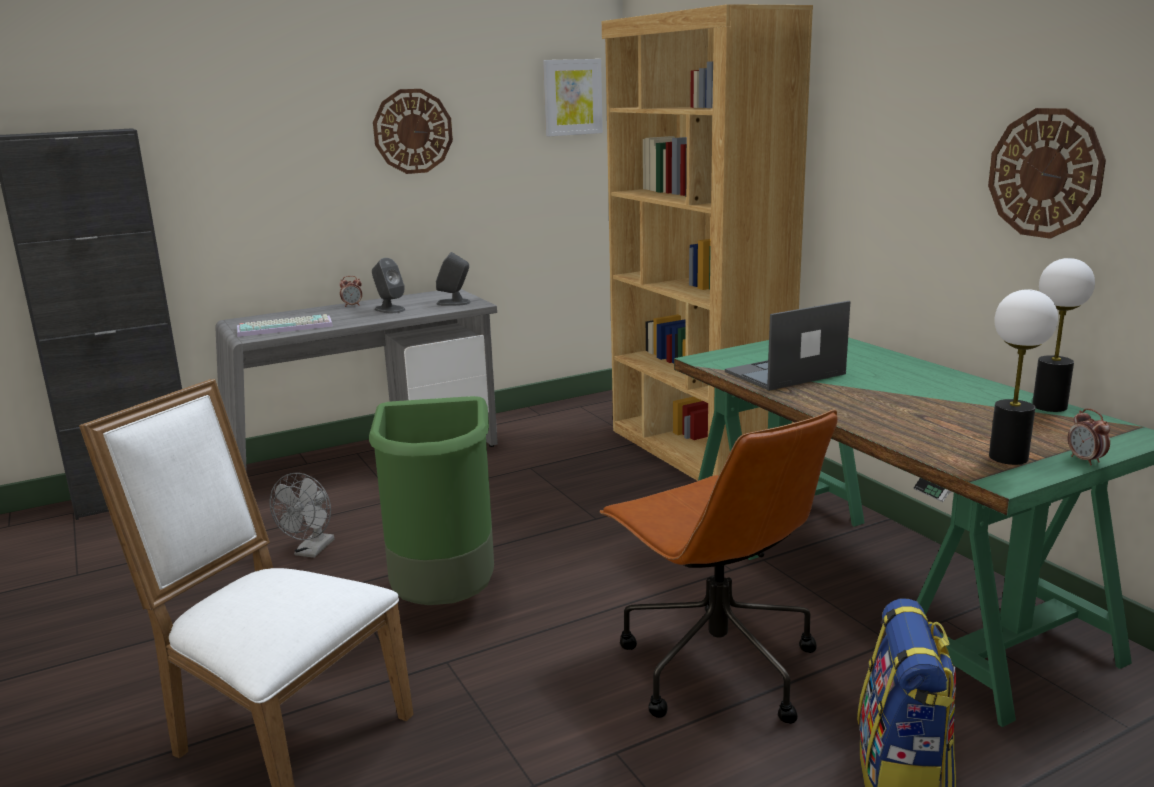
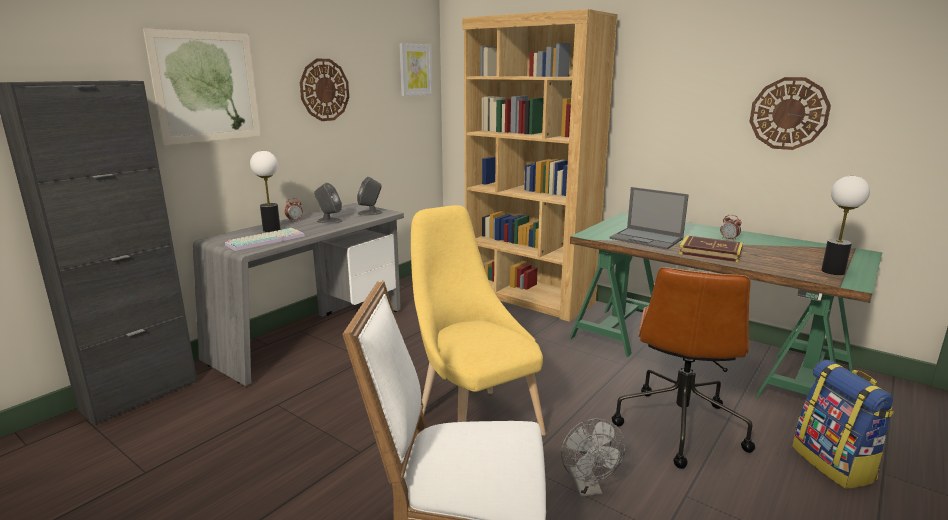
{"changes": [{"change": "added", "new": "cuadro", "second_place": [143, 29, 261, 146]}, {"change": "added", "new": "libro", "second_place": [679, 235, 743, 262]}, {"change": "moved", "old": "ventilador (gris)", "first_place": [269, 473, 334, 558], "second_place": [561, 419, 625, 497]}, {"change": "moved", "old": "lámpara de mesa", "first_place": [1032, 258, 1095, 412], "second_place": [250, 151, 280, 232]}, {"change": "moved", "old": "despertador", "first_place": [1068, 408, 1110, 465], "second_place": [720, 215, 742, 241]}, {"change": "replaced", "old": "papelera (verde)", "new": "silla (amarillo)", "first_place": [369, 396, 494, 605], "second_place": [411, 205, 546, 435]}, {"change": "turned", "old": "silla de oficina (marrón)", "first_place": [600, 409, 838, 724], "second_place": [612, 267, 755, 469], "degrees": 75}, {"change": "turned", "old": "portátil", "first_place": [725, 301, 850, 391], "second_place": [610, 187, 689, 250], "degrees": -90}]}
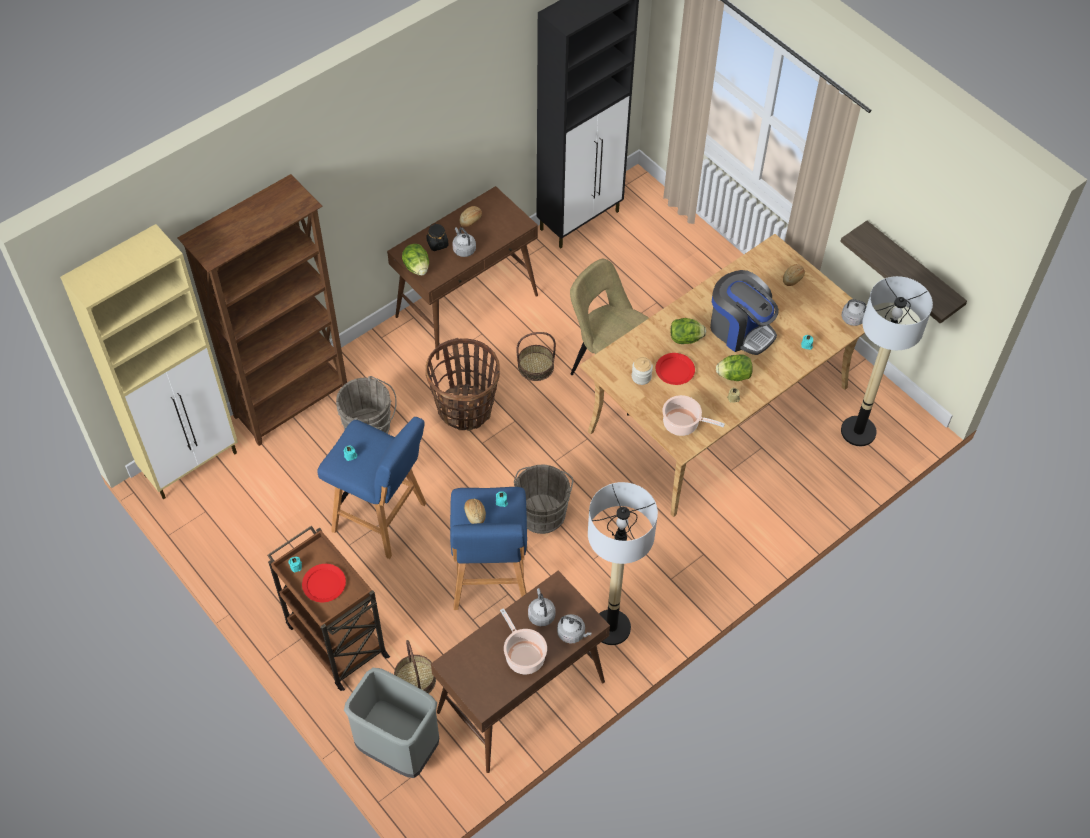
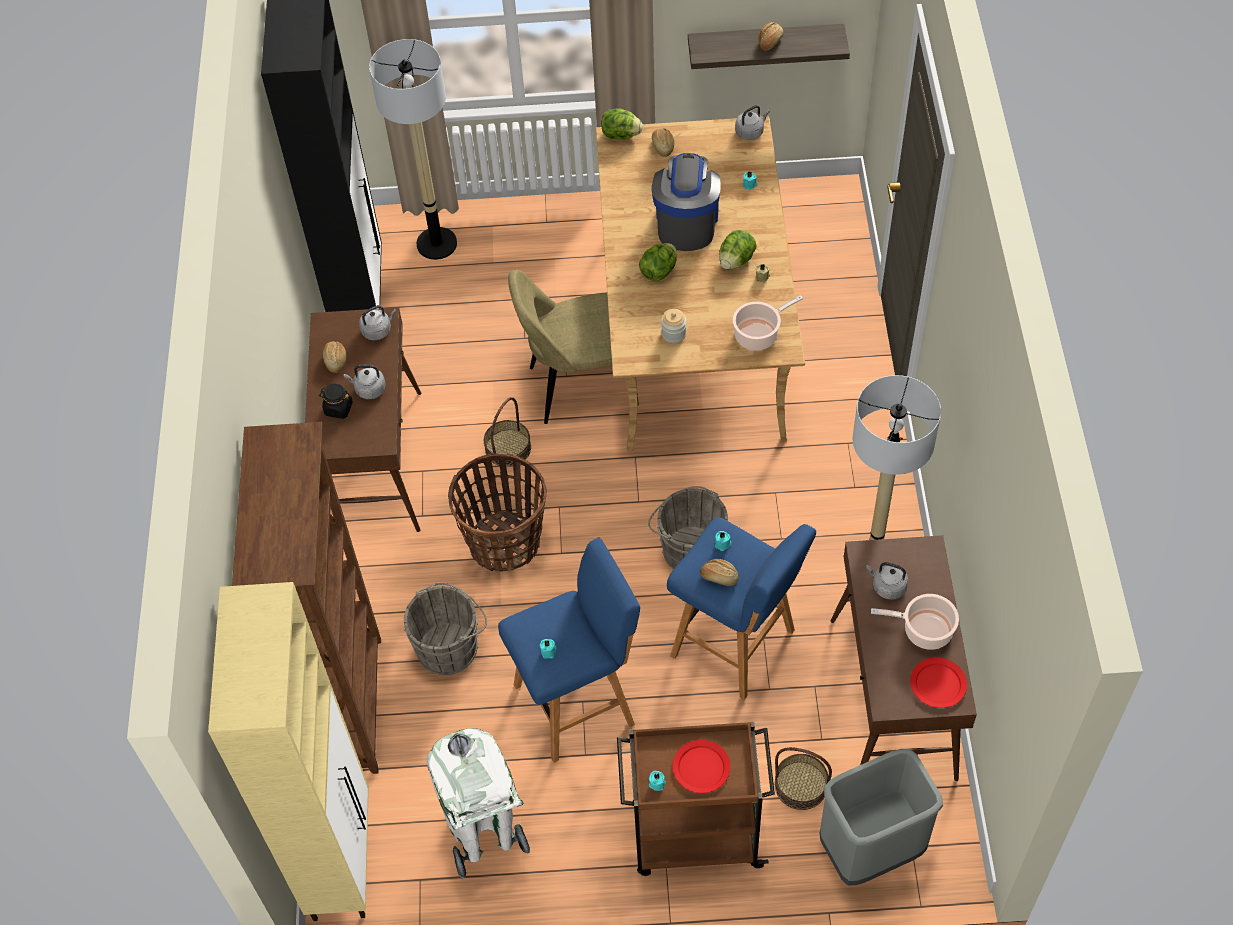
{"changes": [{"change": "added", "new": "papelera (blanco)", "second_place": [427, 728, 530, 879]}, {"change": "added", "new": "pan", "second_place": [758, 22, 784, 51]}, {"change": "moved", "old": "lechuga", "first_place": [402, 244, 429, 276], "second_place": [601, 109, 643, 140]}, {"change": "moved", "old": "hervidor (gris)", "first_place": [557, 614, 592, 644], "second_place": [359, 305, 397, 340]}, {"change": "moved", "old": "plato (rojo)", "first_place": [656, 353, 695, 385], "second_place": [910, 657, 967, 708]}, {"change": "moved", "old": "lámpara de pie", "first_place": [841, 276, 933, 446], "second_place": [369, 39, 457, 260]}, {"change": "turned", "old": "cafetera", "first_place": [710, 270, 779, 355], "second_place": [652, 153, 721, 251], "degrees": -75}]}
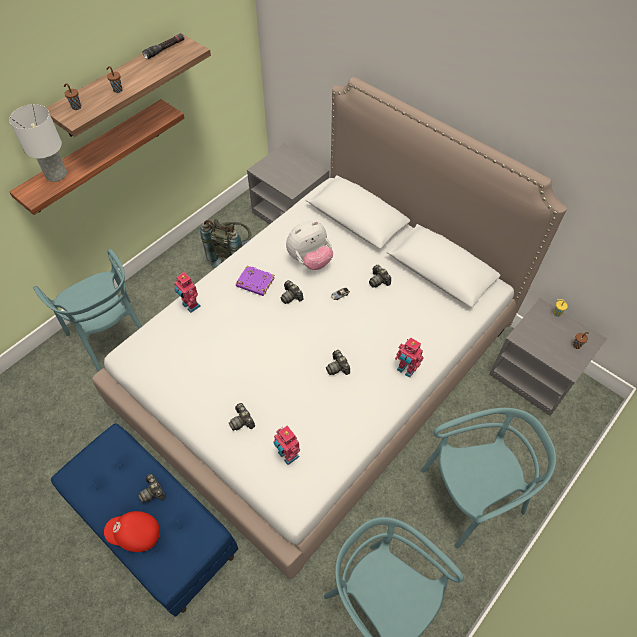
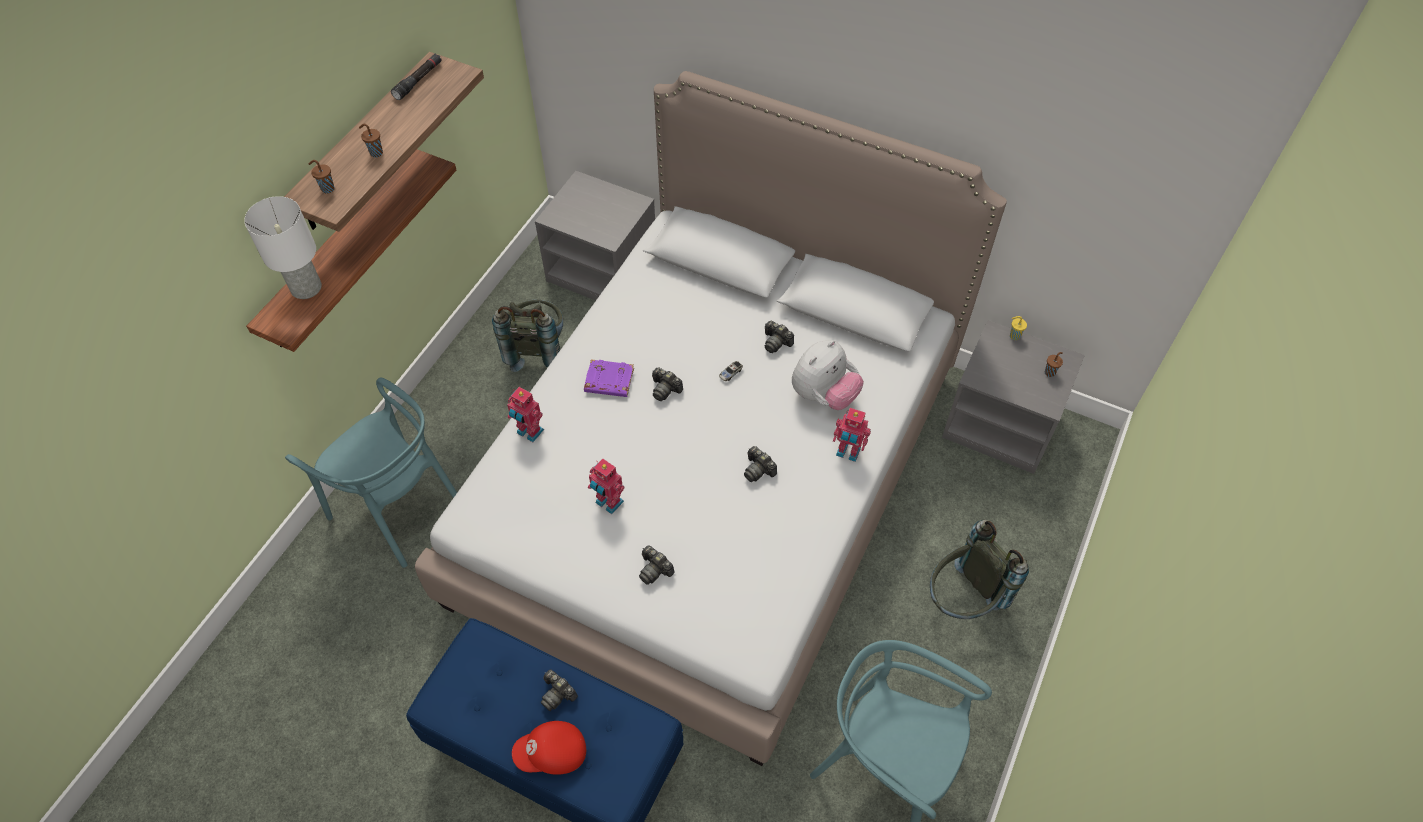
{"changes": [{"change": "moved", "old": "robot de juguete", "first_place": [273, 426, 300, 465], "second_place": [588, 458, 625, 514]}, {"change": "moved", "old": "peluche", "first_place": [286, 221, 333, 270], "second_place": [792, 340, 864, 410]}, {"change": "replaced", "old": "silla (turquesa)", "new": "mochila (gris)", "first_place": [421, 408, 556, 548], "second_place": [930, 520, 1029, 619]}]}
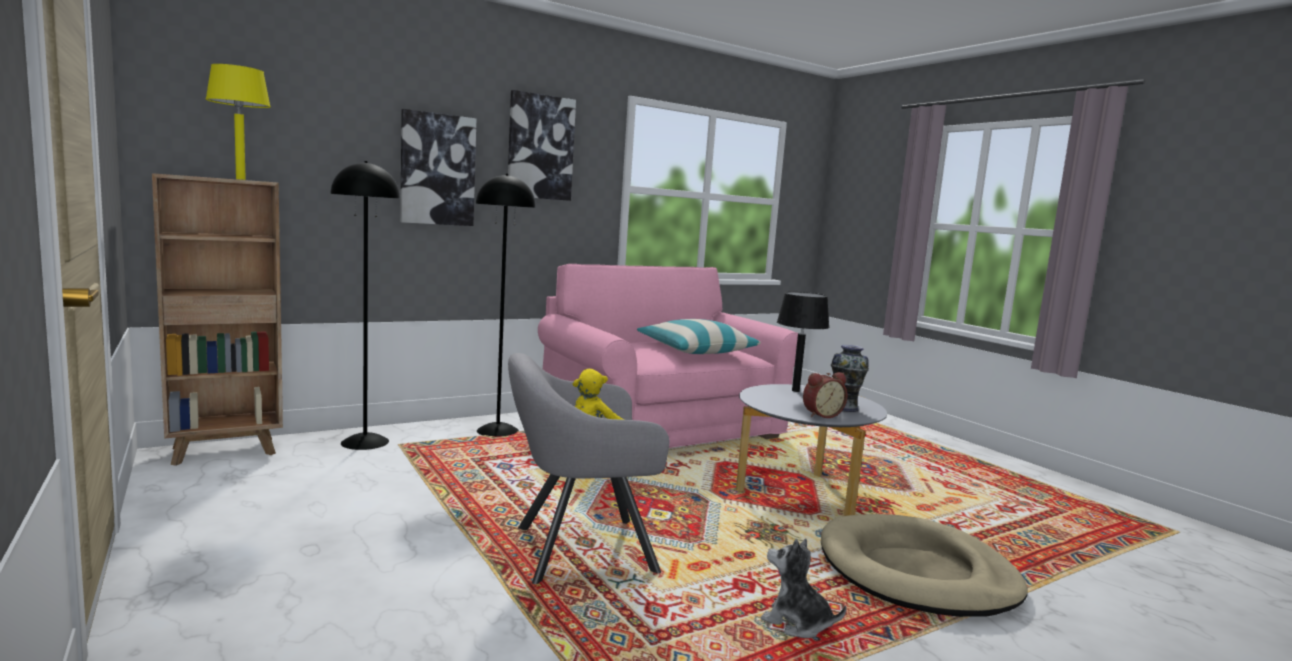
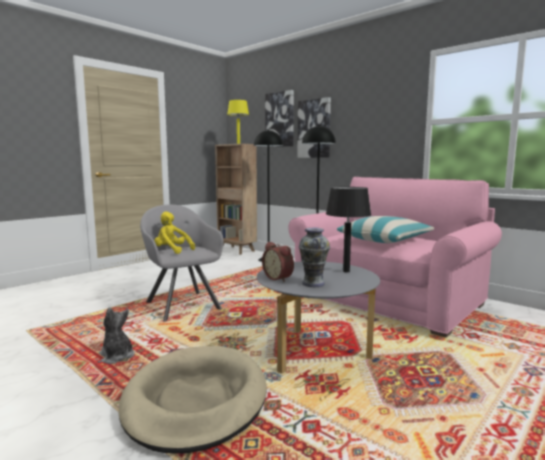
{"changes": [{"change": "moved", "old": "cuadro", "first_place": [508, 90, 576, 201], "second_place": [265, 90, 294, 147]}, {"change": "turned", "old": "peluche", "first_place": [761, 539, 847, 638], "second_place": [99, 307, 135, 364], "degrees": -60}]}
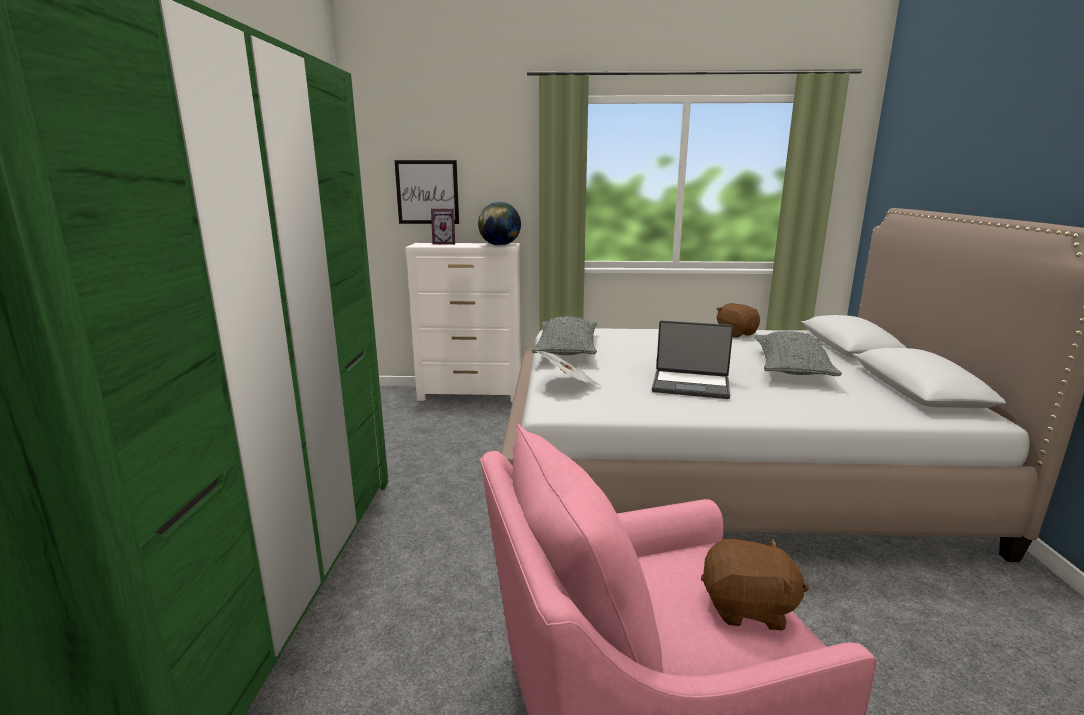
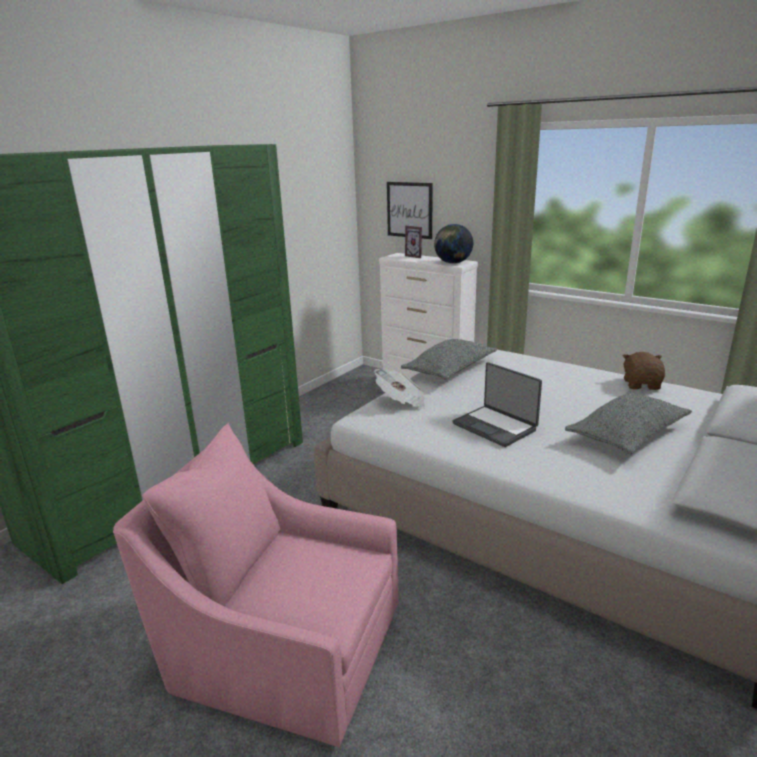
{"changes": [{"change": "removed", "old": "peluche (marrón)", "first_place": [701, 539, 809, 631]}]}
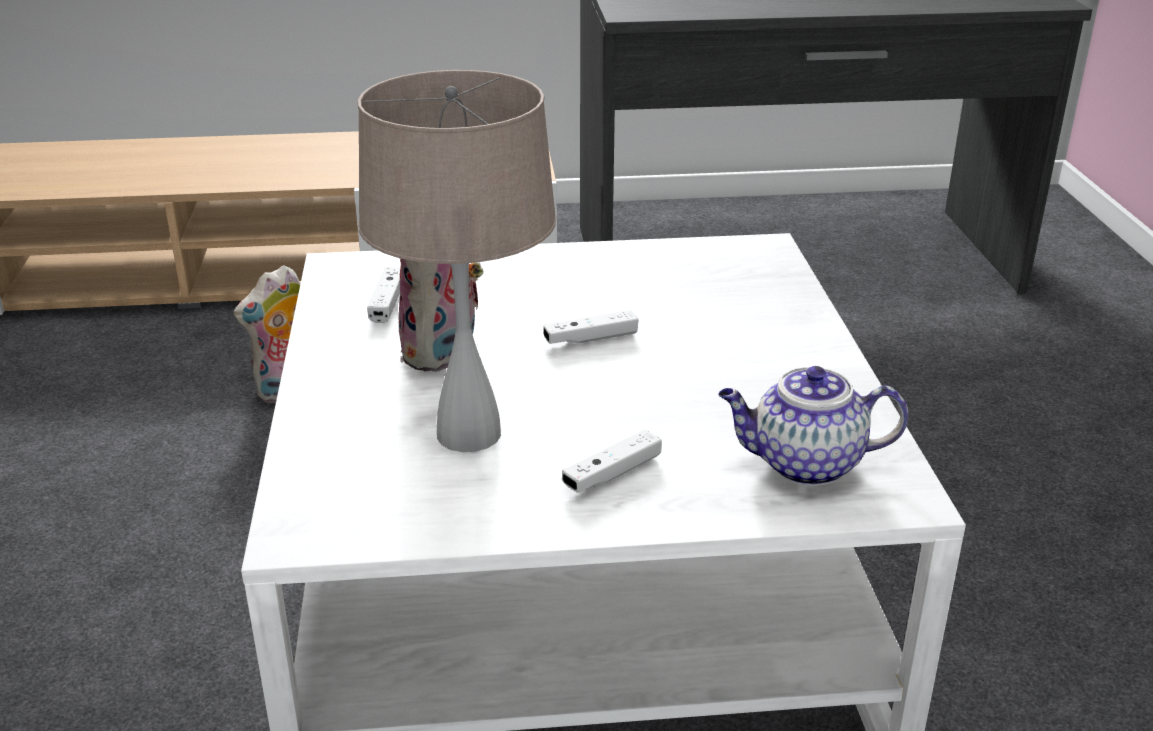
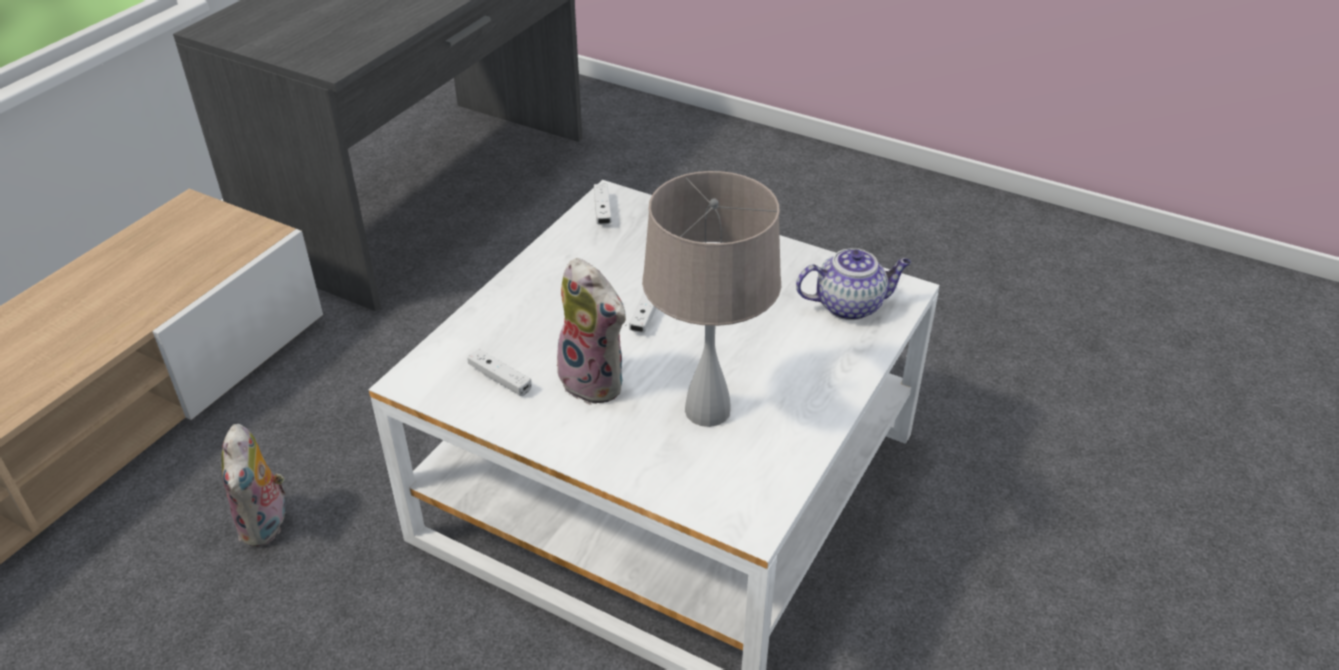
{"changes": [{"change": "moved", "old": "mando de consola (blanco)", "first_place": [562, 430, 662, 492], "second_place": [594, 184, 612, 225]}, {"change": "turned", "old": "tetera", "first_place": [718, 366, 908, 486], "second_place": [796, 248, 911, 320], "degrees": -135}]}
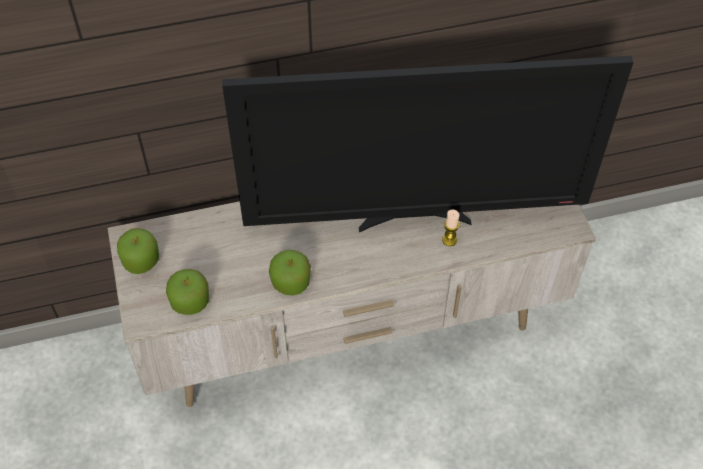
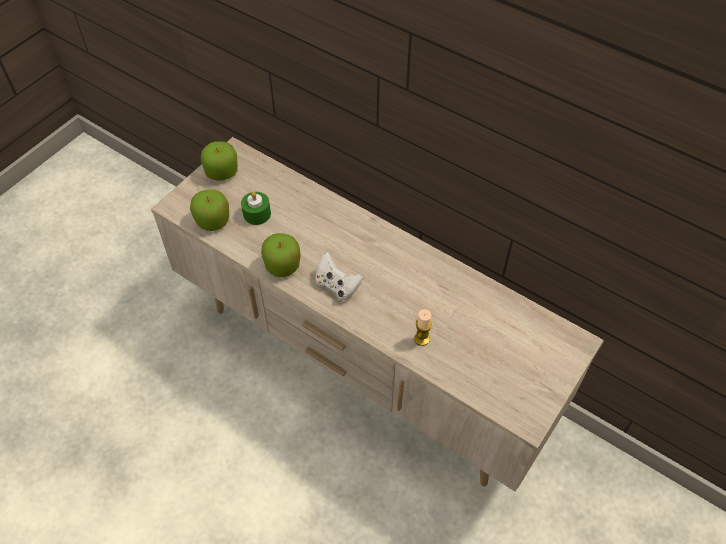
{"changes": [{"change": "removed", "old": "televisor", "first_place": [222, 56, 634, 232]}, {"change": "added", "new": "vela (verde)", "second_place": [241, 192, 271, 225]}, {"change": "added", "new": "mando de consola (blanco)", "second_place": [315, 252, 364, 301]}]}
